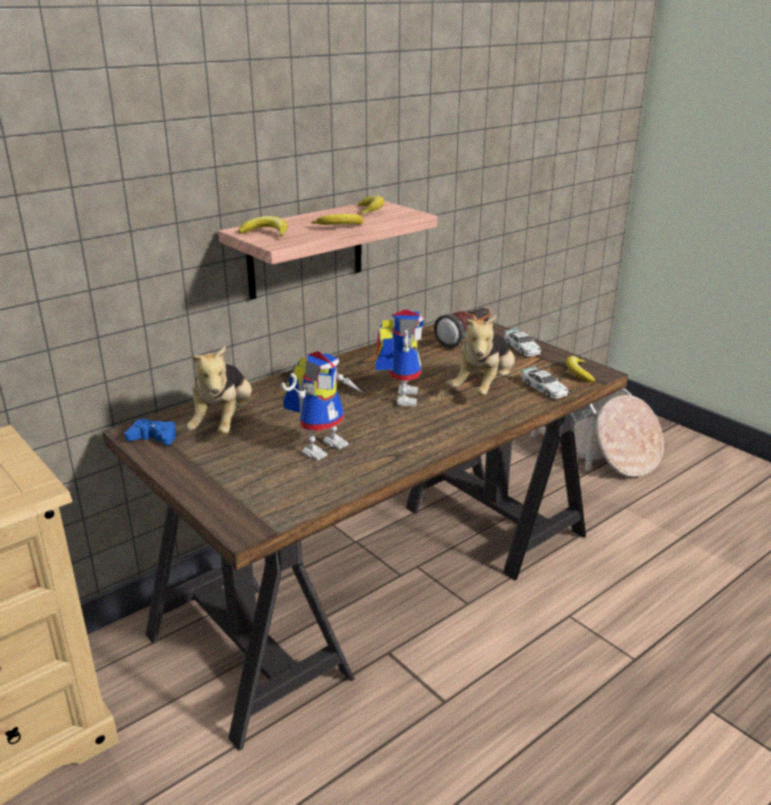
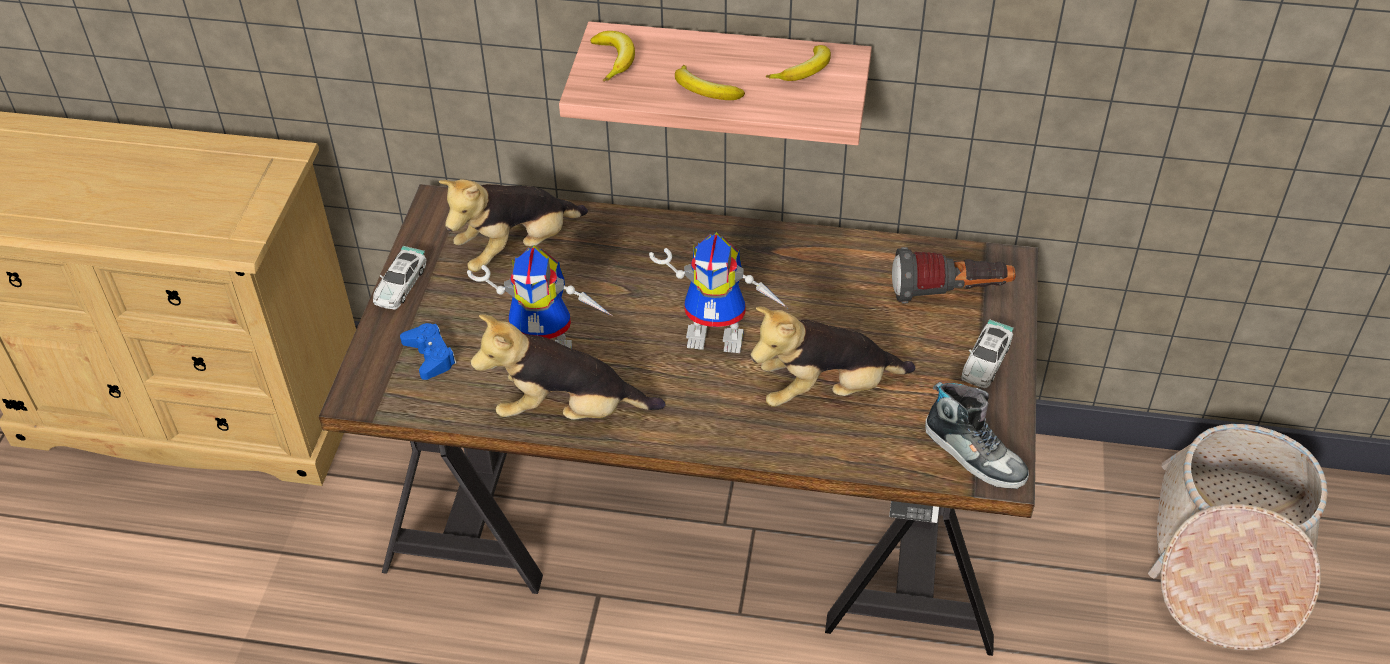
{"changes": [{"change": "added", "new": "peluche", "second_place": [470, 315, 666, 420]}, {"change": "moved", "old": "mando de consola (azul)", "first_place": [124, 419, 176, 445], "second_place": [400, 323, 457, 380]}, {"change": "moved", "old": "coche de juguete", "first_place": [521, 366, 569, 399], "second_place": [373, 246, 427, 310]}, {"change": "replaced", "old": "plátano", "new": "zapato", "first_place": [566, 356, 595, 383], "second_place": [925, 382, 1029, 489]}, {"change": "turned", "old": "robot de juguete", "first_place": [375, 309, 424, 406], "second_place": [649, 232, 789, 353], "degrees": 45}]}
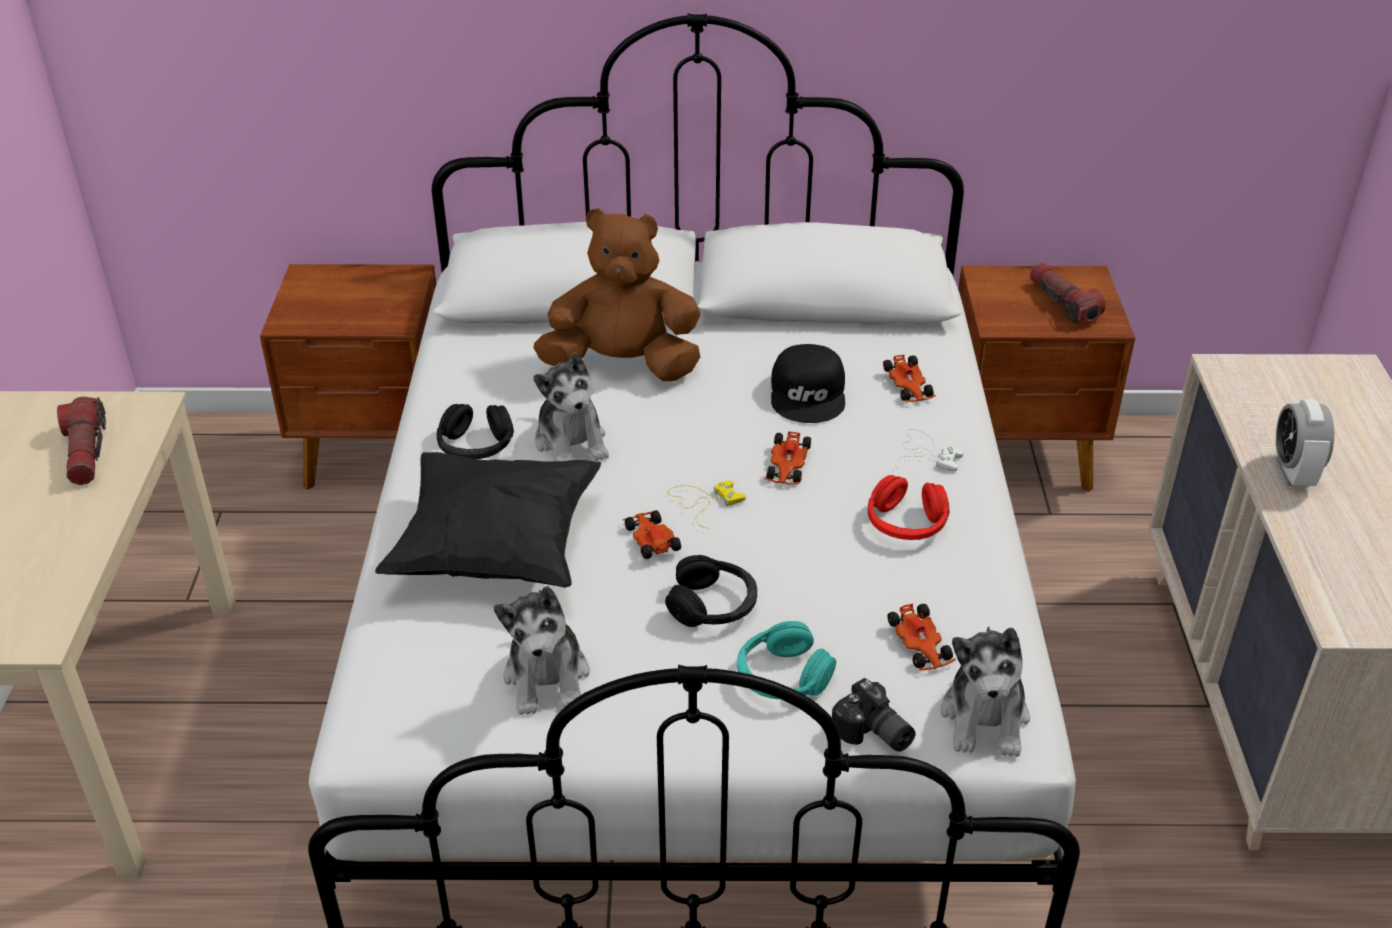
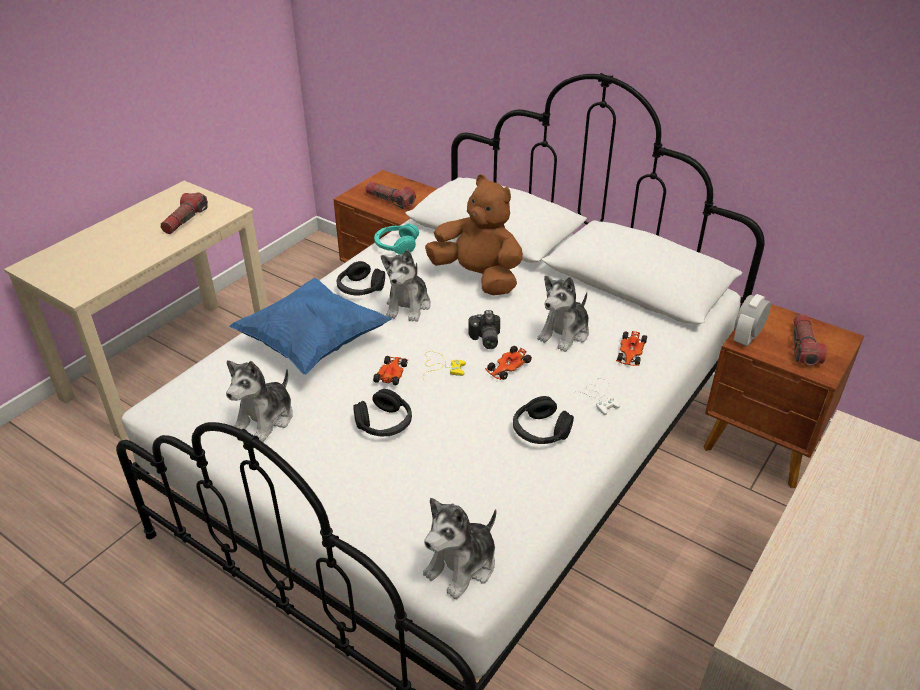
{"changes": [{"change": "removed", "old": "coche de juguete", "first_place": [887, 603, 956, 670]}, {"change": "added", "new": "linterna", "second_place": [366, 182, 416, 209]}, {"change": "moved", "old": "auriculares (turquesa)", "first_place": [737, 621, 836, 699], "second_place": [374, 224, 419, 255]}, {"change": "moved", "old": "cámara", "first_place": [832, 678, 916, 752], "second_place": [468, 310, 500, 349]}, {"change": "moved", "old": "despertador", "first_place": [1275, 399, 1334, 486], "second_place": [734, 294, 771, 346]}, {"change": "replaced", "old": "gorra (negro)", "new": "peluche", "first_place": [771, 344, 845, 423], "second_place": [537, 276, 589, 352]}, {"change": "recoloured", "old": "cojín (negro)", "new": "cojín (azul)", "first_place": [375, 452, 601, 588], "second_place": [229, 278, 392, 375]}, {"change": "recoloured", "old": "auriculares (rojo)", "new": "auriculares (negro)", "first_place": [868, 475, 949, 540], "second_place": [513, 396, 574, 444]}]}
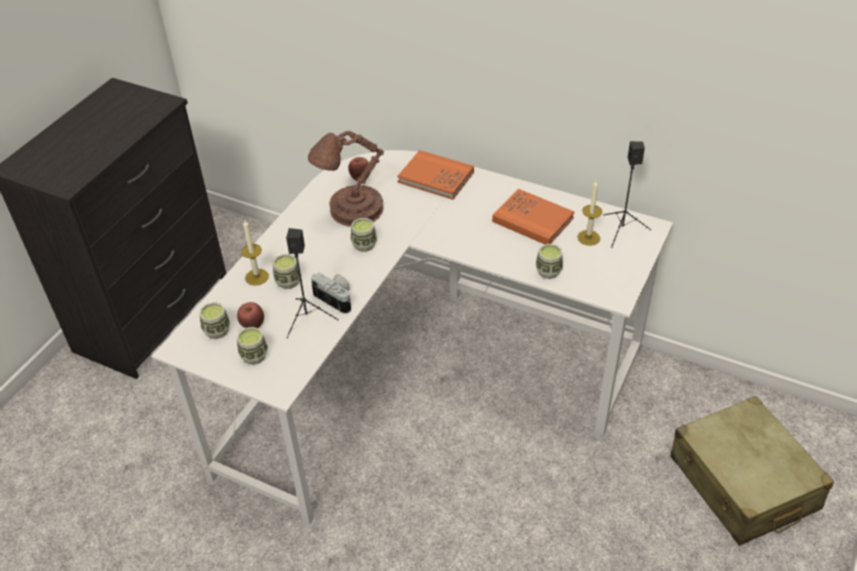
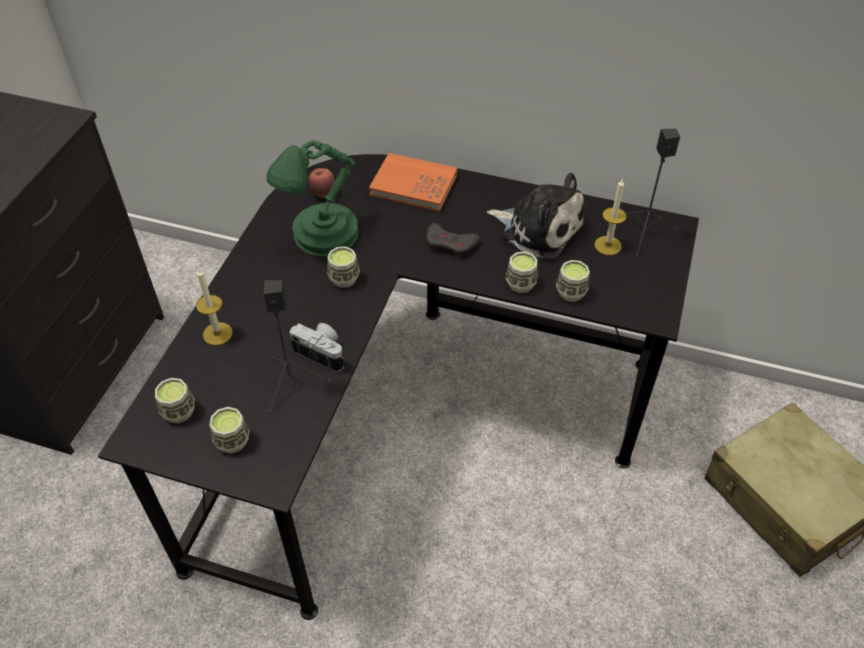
{"changes": [{"change": "removed", "old": "manzana", "first_place": [237, 302, 264, 328]}, {"change": "added", "new": "mando de consola (gris)", "second_place": [426, 223, 480, 258]}, {"change": "moved", "old": "taza", "first_place": [273, 254, 300, 289], "second_place": [506, 251, 538, 293]}, {"change": "replaced", "old": "libro (naranja)", "new": "peluche", "first_place": [492, 189, 574, 245], "second_place": [487, 173, 585, 261]}, {"change": "recoloured", "old": "escritorio (blanco)", "new": "escritorio (negro)", "first_place": [151, 150, 673, 528], "second_place": [98, 154, 699, 620]}, {"change": "recoloured", "old": "lámpara de mesa (marrón)", "new": "lámpara de mesa (verde)", "first_place": [308, 131, 384, 227], "second_place": [267, 140, 358, 257]}]}
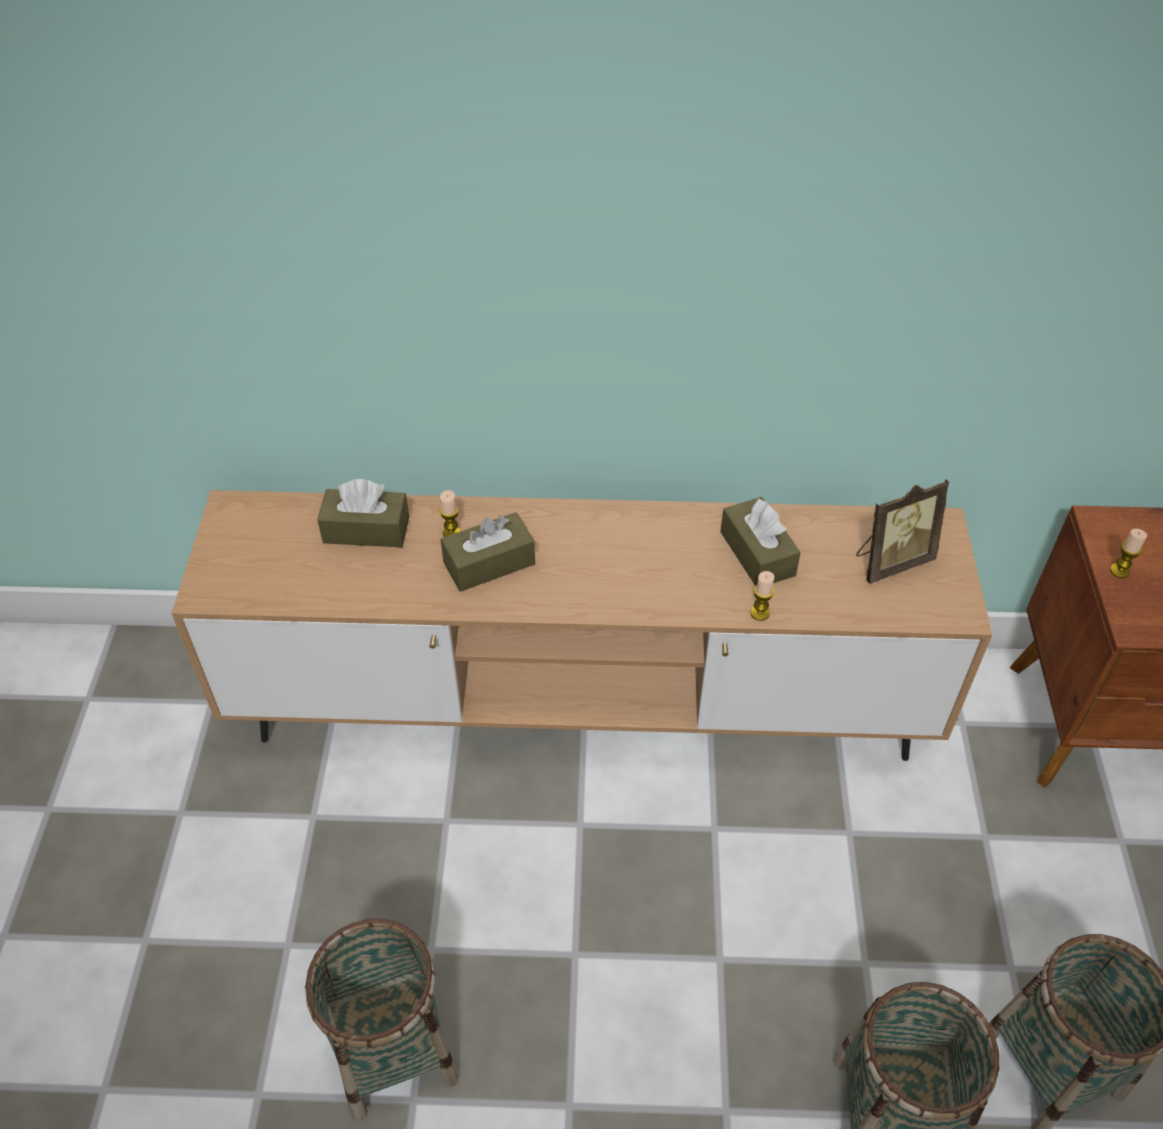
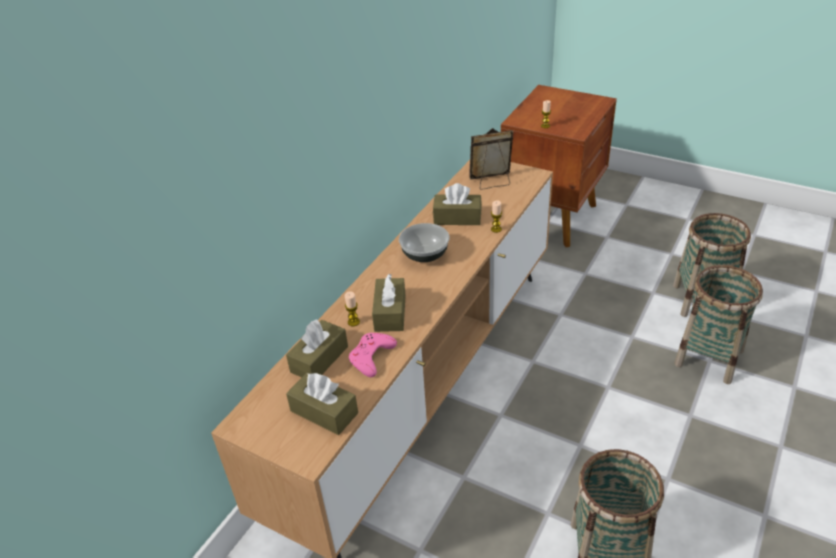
{"changes": [{"change": "added", "new": "caja de pañuelos (marrón)", "second_place": [286, 373, 358, 435]}, {"change": "added", "new": "mando de consola (rosa)", "second_place": [349, 333, 397, 377]}, {"change": "added", "new": "cuenco", "second_place": [399, 223, 450, 262]}, {"change": "turned", "old": "portarretratos", "first_place": [856, 479, 949, 583], "second_place": [469, 128, 513, 190], "degrees": -105}]}
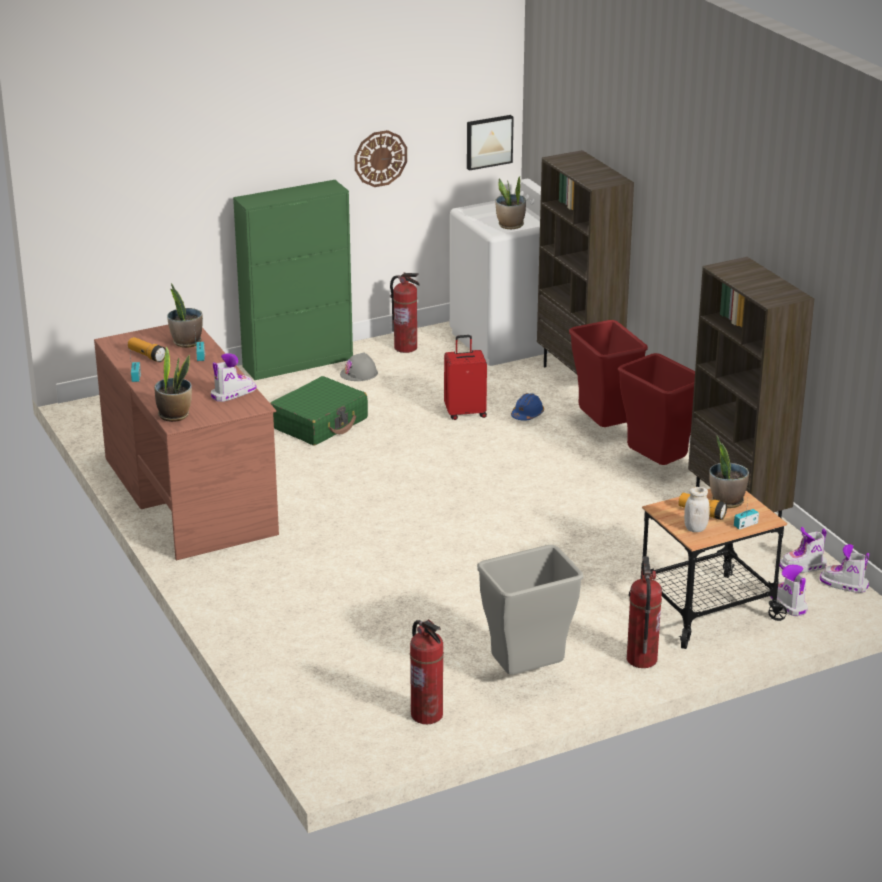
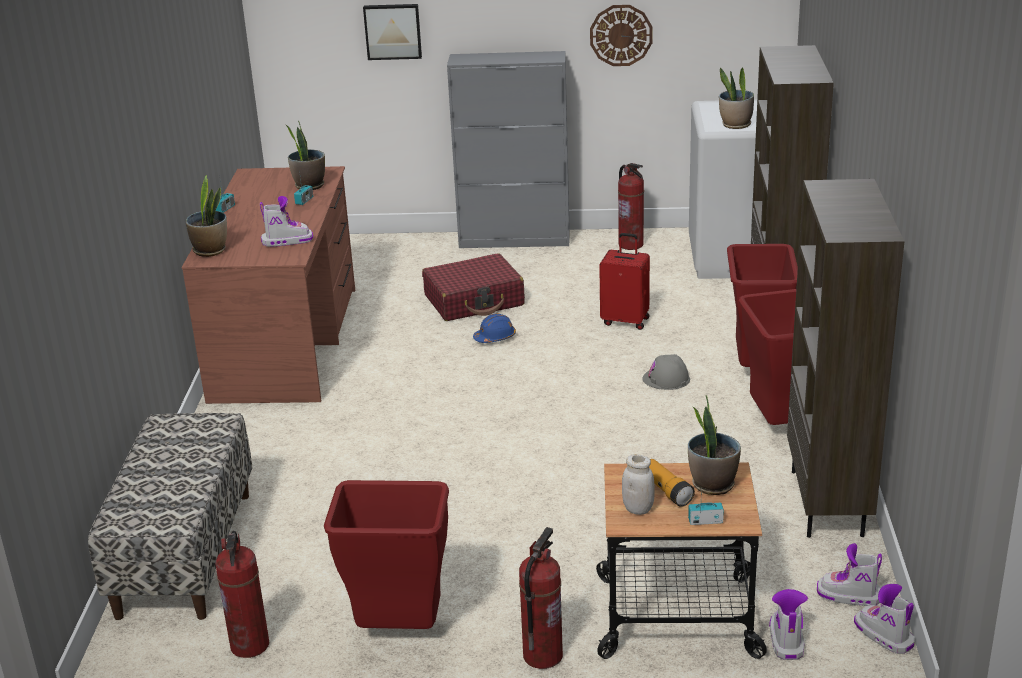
{"changes": [{"change": "removed", "old": "linterna", "first_place": [128, 337, 166, 362]}, {"change": "added", "new": "banco", "second_place": [88, 413, 253, 620]}, {"change": "moved", "old": "casco (gris)", "first_place": [340, 352, 378, 381], "second_place": [642, 354, 690, 390]}, {"change": "moved", "old": "cuadro", "first_place": [467, 115, 514, 171], "second_place": [363, 4, 422, 60]}, {"change": "moved", "old": "casco (azul)", "first_place": [511, 393, 544, 421], "second_place": [473, 313, 516, 343]}, {"change": "recoloured", "old": "armario (verde)", "new": "armario (gris)", "first_place": [233, 180, 353, 380], "second_place": [447, 51, 570, 248]}, {"change": "recoloured", "old": "maleta (verde)", "new": "maleta (rojo)", "first_place": [270, 376, 368, 446], "second_place": [422, 253, 525, 321]}, {"change": "recoloured", "old": "papelera (gris)", "new": "papelera (rojo)", "first_place": [477, 545, 583, 675], "second_place": [324, 480, 449, 629]}]}
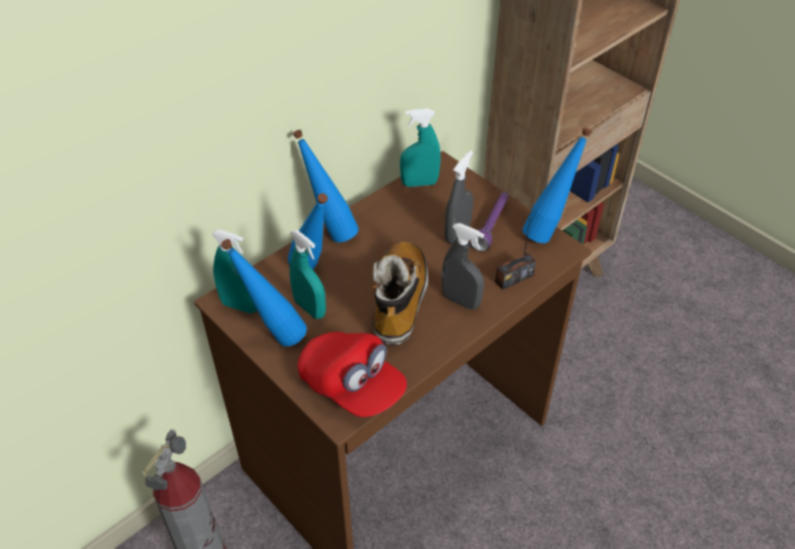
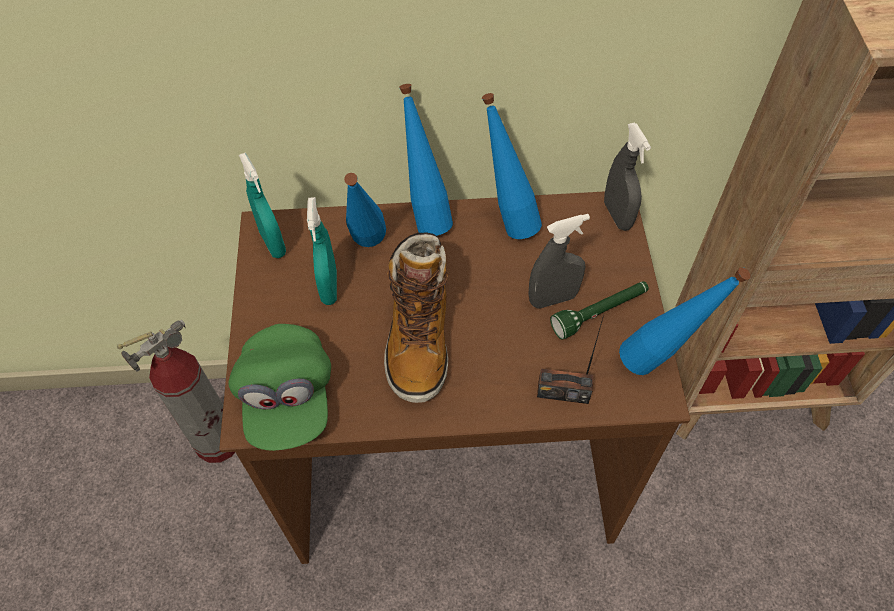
{"changes": [{"change": "removed", "old": "pulverizador (turquesa)", "first_place": [400, 109, 441, 187]}, {"change": "moved", "old": "botella (azul)", "first_place": [221, 239, 307, 347], "second_place": [482, 93, 542, 239]}, {"change": "moved", "old": "pulverizador (gris)", "first_place": [442, 223, 484, 310], "second_place": [604, 123, 651, 231]}, {"change": "recoloured", "old": "gorra (rojo)", "new": "gorra (verde)", "first_place": [298, 332, 407, 417], "second_place": [228, 324, 331, 451]}, {"change": "recoloured", "old": "linterna (morado)", "new": "linterna (verde)", "first_place": [470, 192, 509, 251], "second_place": [550, 281, 649, 339]}, {"change": "turned", "old": "bota", "first_place": [372, 242, 428, 346], "second_place": [384, 233, 448, 403], "degrees": 135}]}
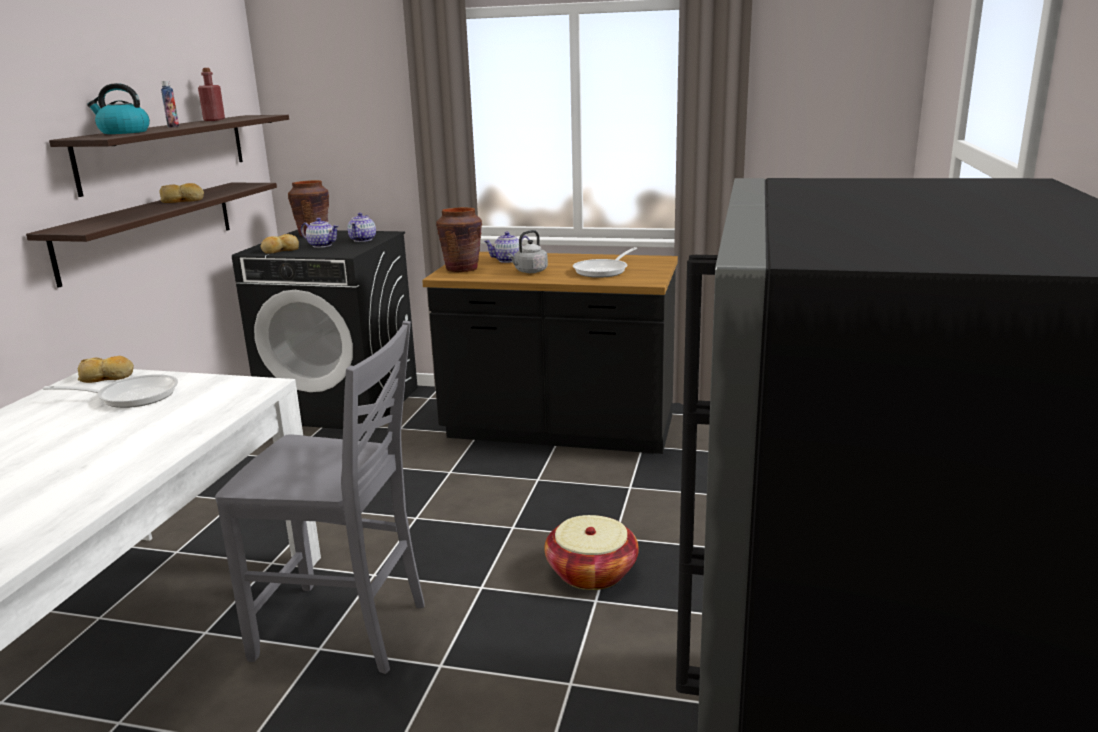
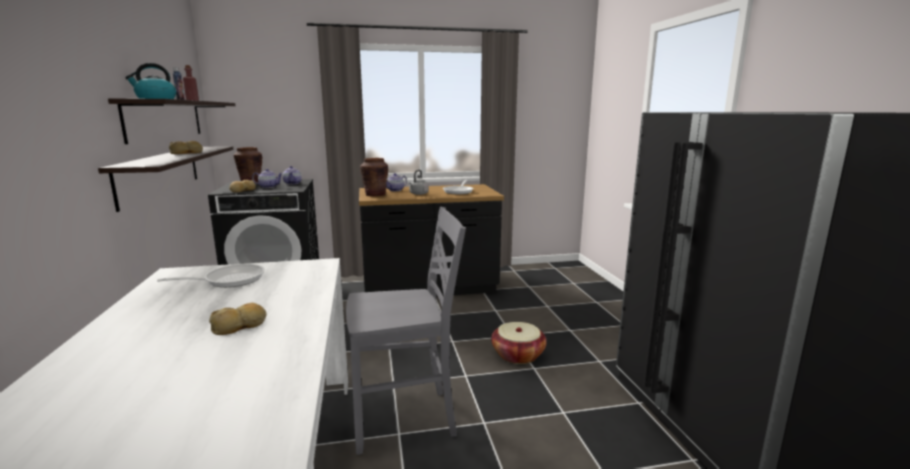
{"changes": [{"change": "moved", "old": "pan", "first_place": [78, 356, 134, 383], "second_place": [209, 303, 267, 335]}]}
